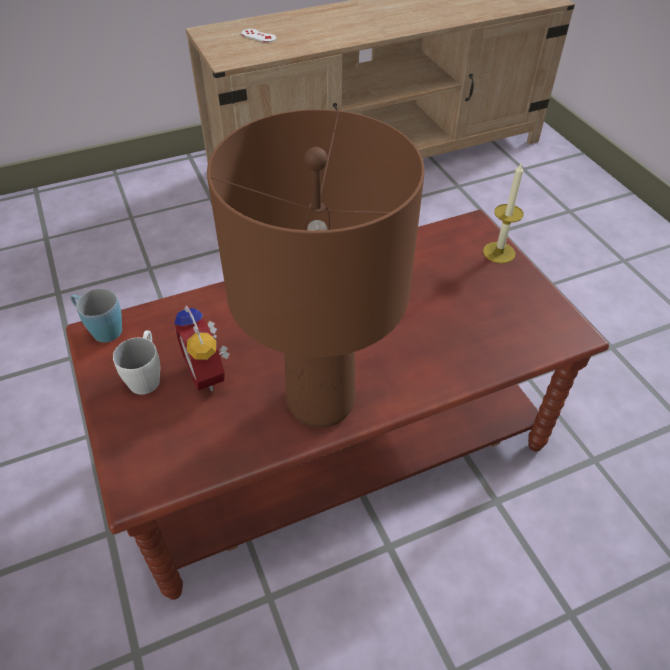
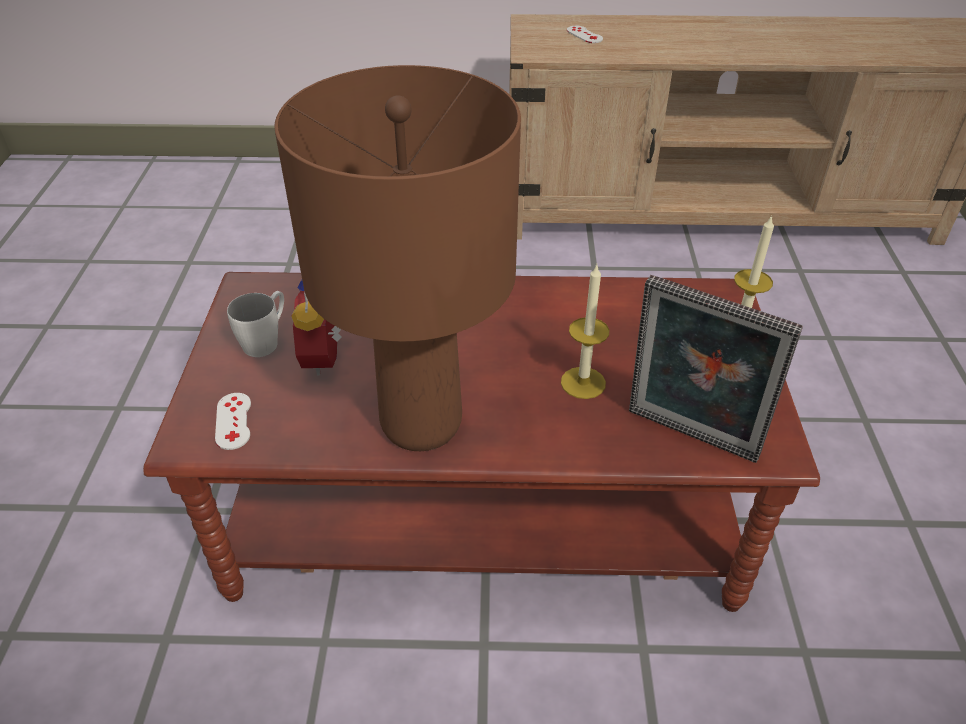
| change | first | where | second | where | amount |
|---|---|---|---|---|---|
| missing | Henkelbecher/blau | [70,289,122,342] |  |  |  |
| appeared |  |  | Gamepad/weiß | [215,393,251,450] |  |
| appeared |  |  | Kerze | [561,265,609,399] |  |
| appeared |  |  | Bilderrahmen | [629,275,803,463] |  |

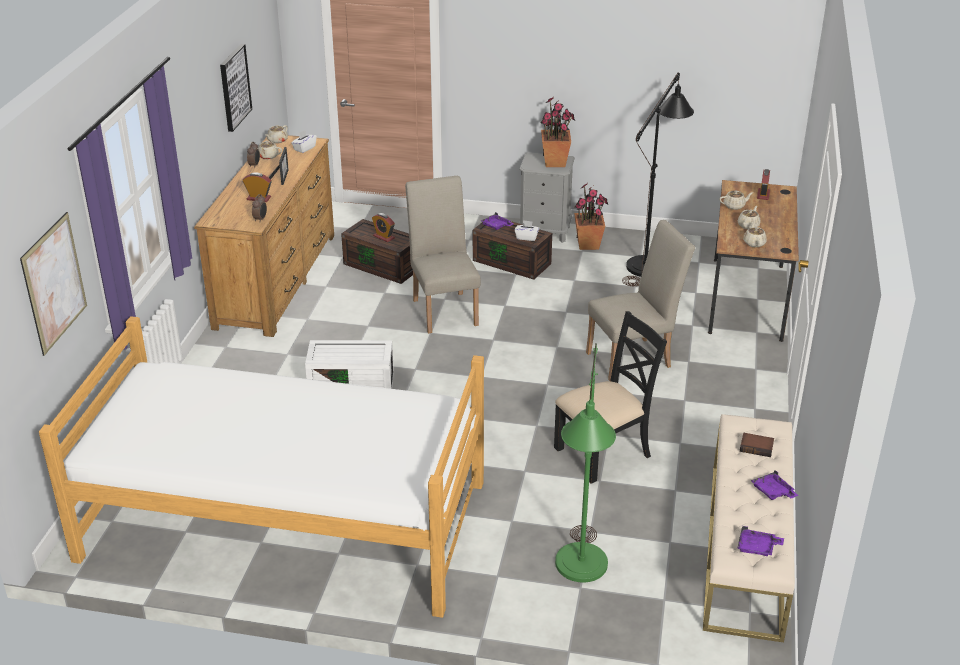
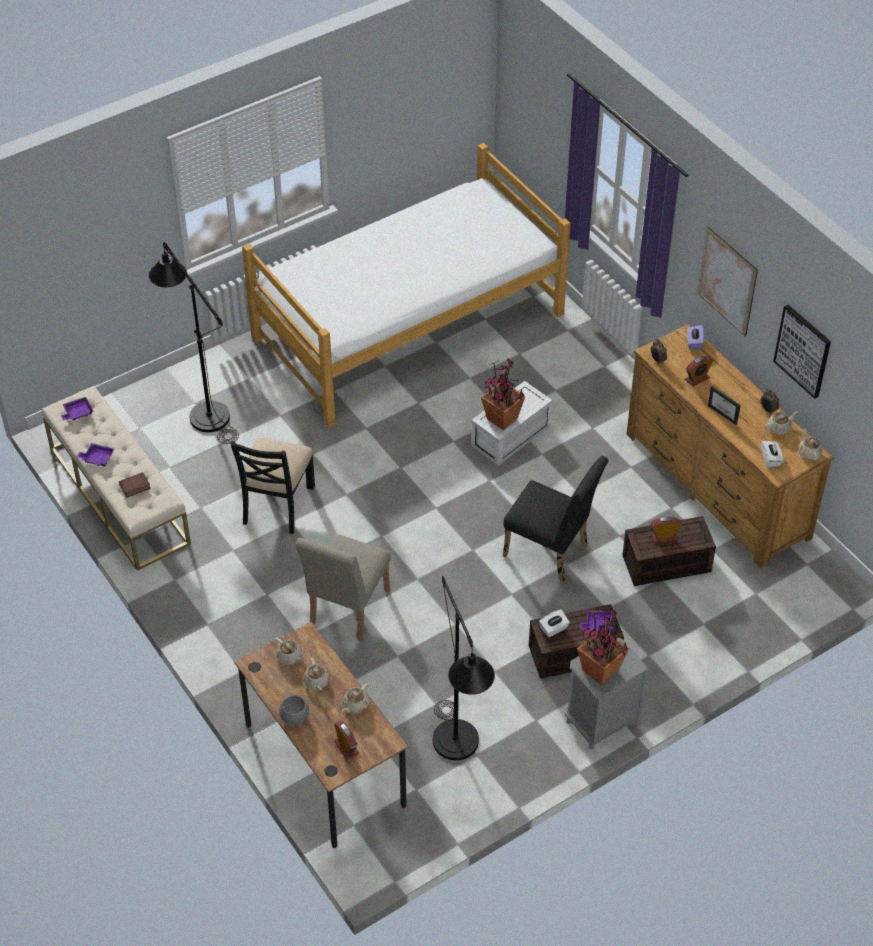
| change | first | where | second | where | amount |
|---|---|---|---|---|---|
| relocated | Bild | [20,212,87,356] |  | [697,227,758,337] |  |
| colour | Stuhl/beige | [405,175,481,334] | Stuhl/schwarz | [503,456,608,582] |  |
| colour | Stehlampe/grün | [555,343,616,582] | Stehlampe/schwarz | [149,242,239,444] |  |
| relocated | Topfpflanze | [574,183,608,250] |  | [481,359,526,430] |  |
| appeared |  |  | Schüssel/grau | [279,696,309,726] |  |
| appeared |  |  | Taschentuchbox/lila | [687,325,704,350] |  |

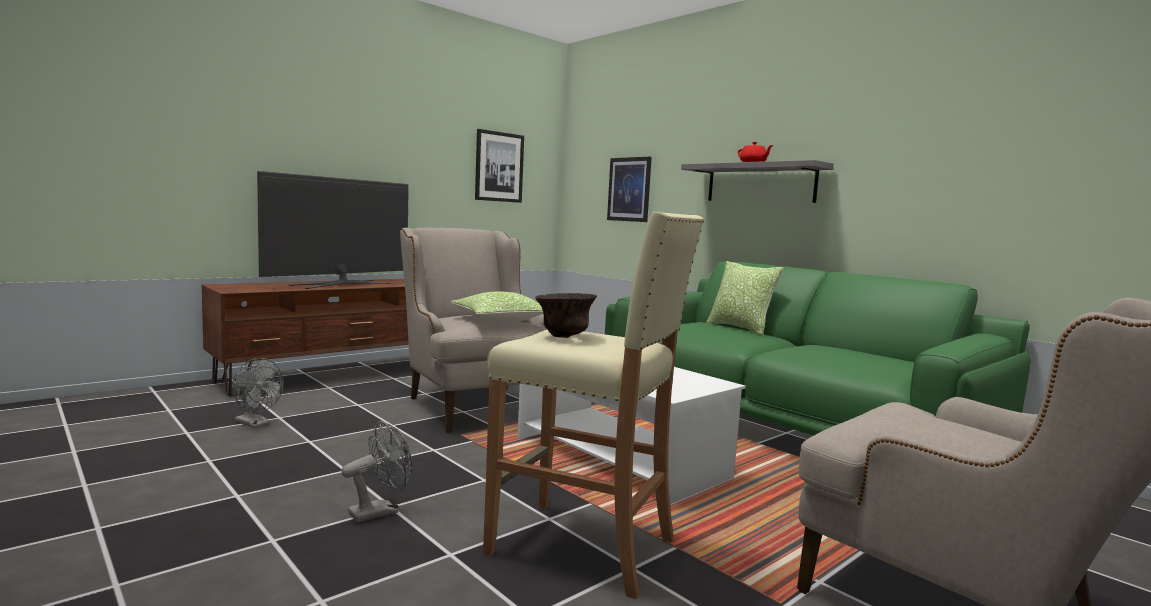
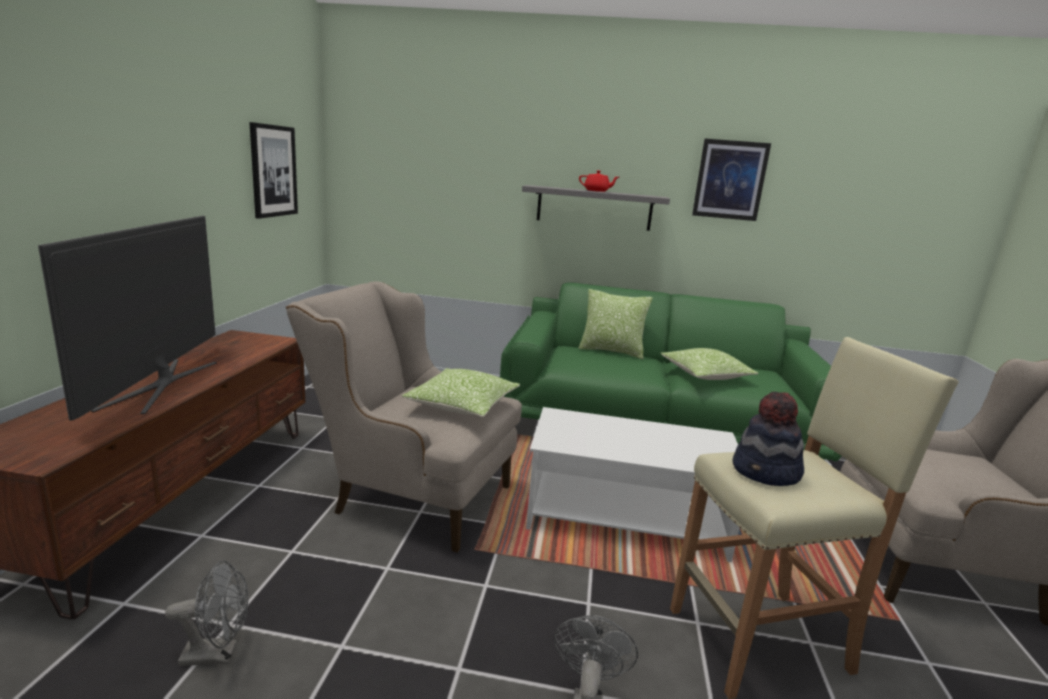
| change | first | where | second | where | amount |
|---|---|---|---|---|---|
| exchanged | Schüssel/braun | [535,293,597,338] | Hut | [733,392,804,486] |  |
| relocated | Bild | [607,157,652,222] |  | [692,139,771,221] |  |
| appeared |  |  | Kissen | [661,348,758,380] |  |

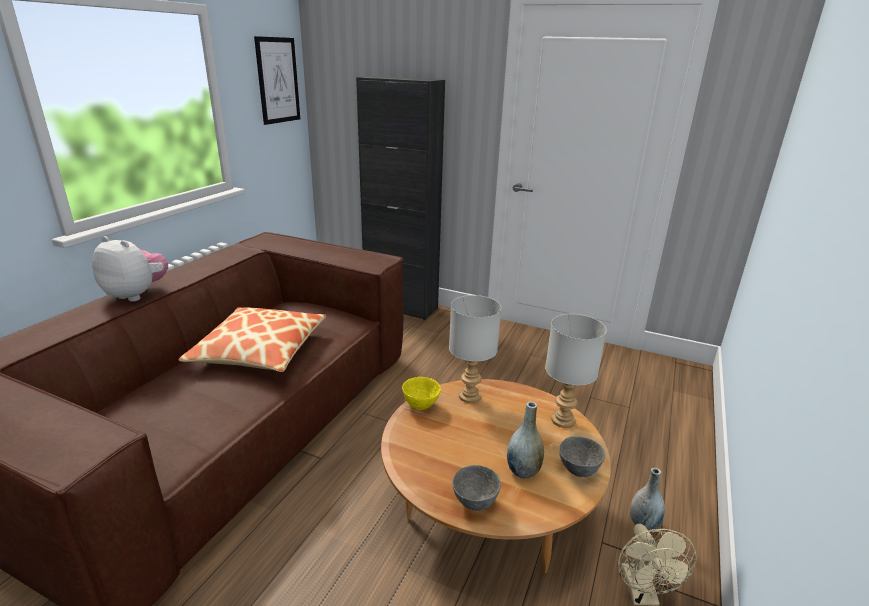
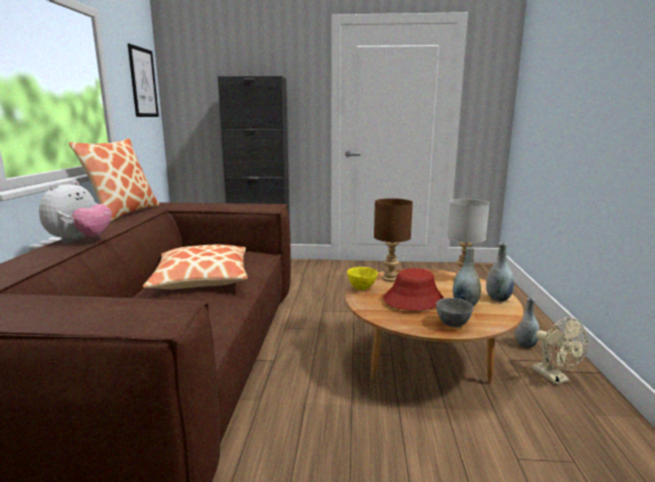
| change | first | where | second | where | amount |
|---|---|---|---|---|---|
| spun | Plüschtier | [92,236,168,302] |  | [39,180,112,243] | 105 degrees clockwise |
| colour | Tischlampe/grau | [449,295,501,403] | Tischlampe/braun | [374,198,413,282] |  |
| exchanged | Schüssel/grau | [559,436,605,477] | Vase/grau | [486,243,514,302] |  |
| appeared |  |  | Kissen | [69,138,160,222] |  |
| appeared |  |  | Hut/rot | [383,268,444,311] |  |

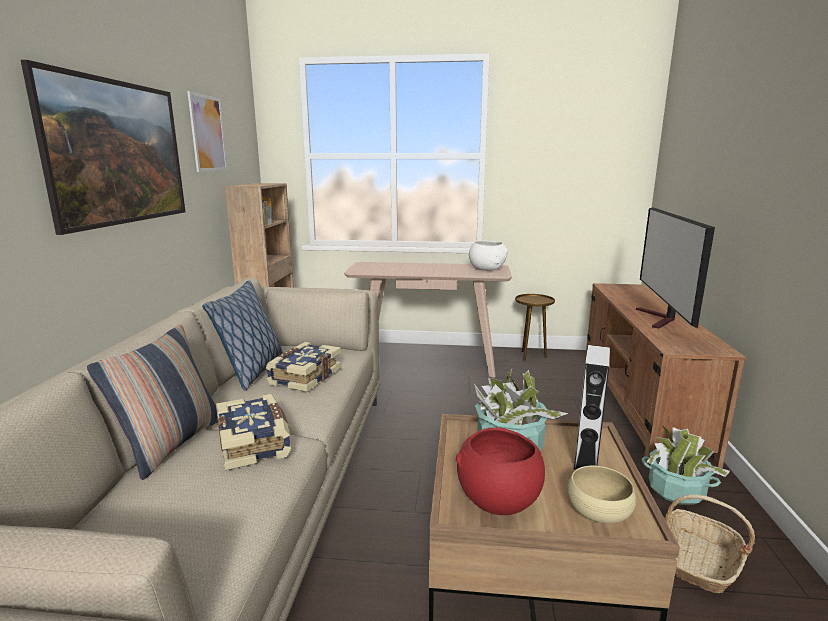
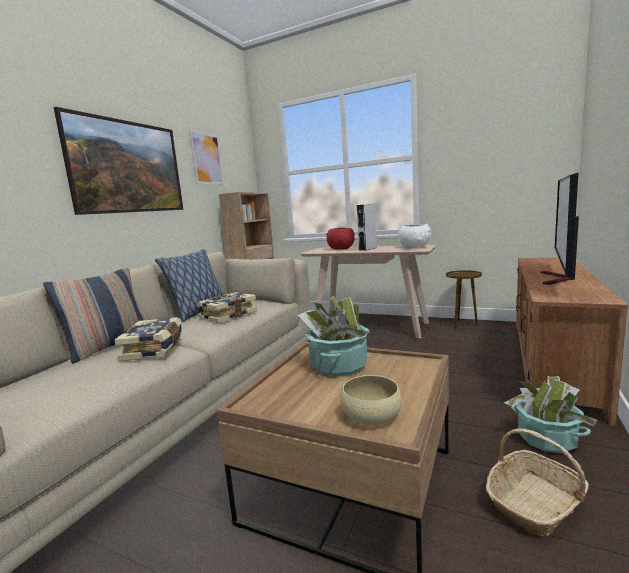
| change | first | where | second | where | amount |
|---|---|---|---|---|---|
| relocated | Schüssel/rot | [456,427,545,515] |  | [326,227,355,250] |  |
| relocated | Lautsprecher/grau | [574,345,610,470] |  | [357,204,377,251] |  |

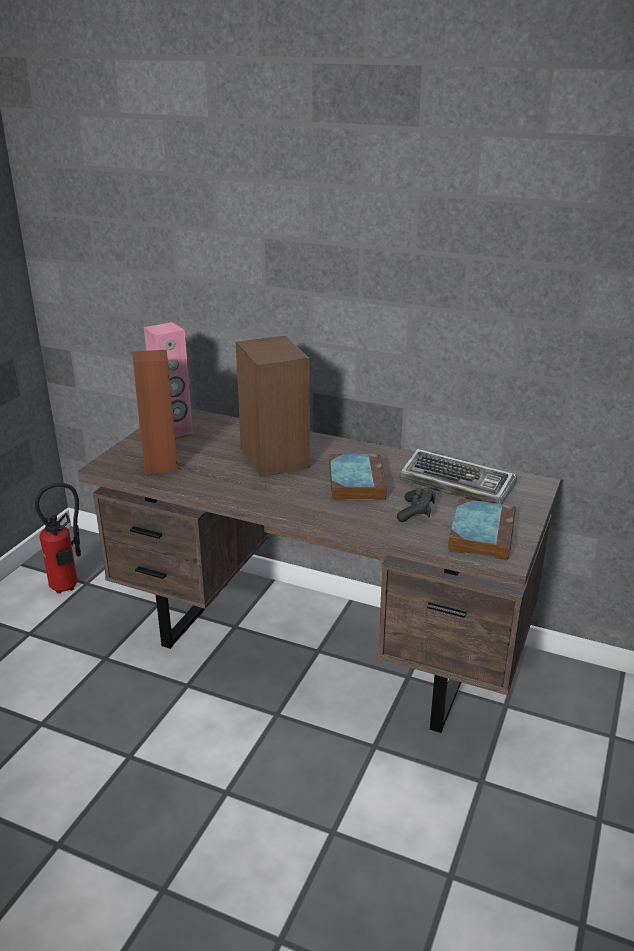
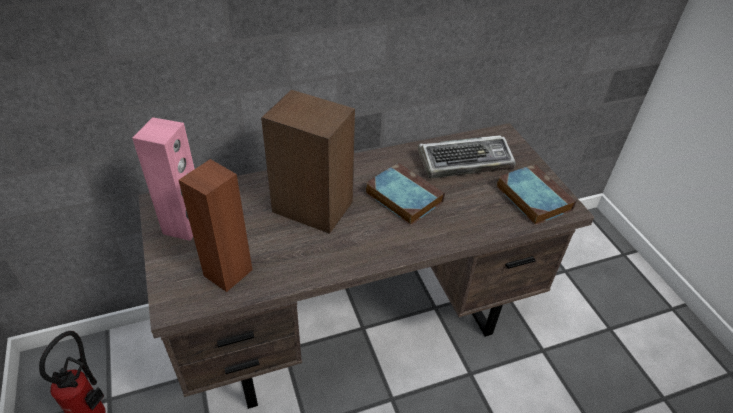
| change | first | where | second | where | amount |
|---|---|---|---|---|---|
| missing | Gamepad/schwarz | [397,488,436,522] |  |  |  |

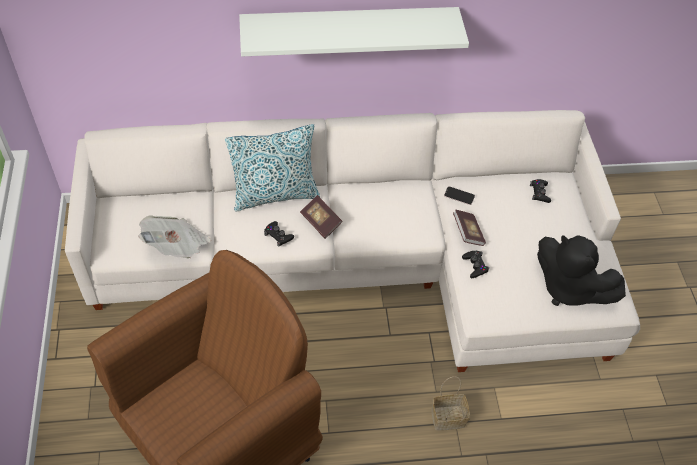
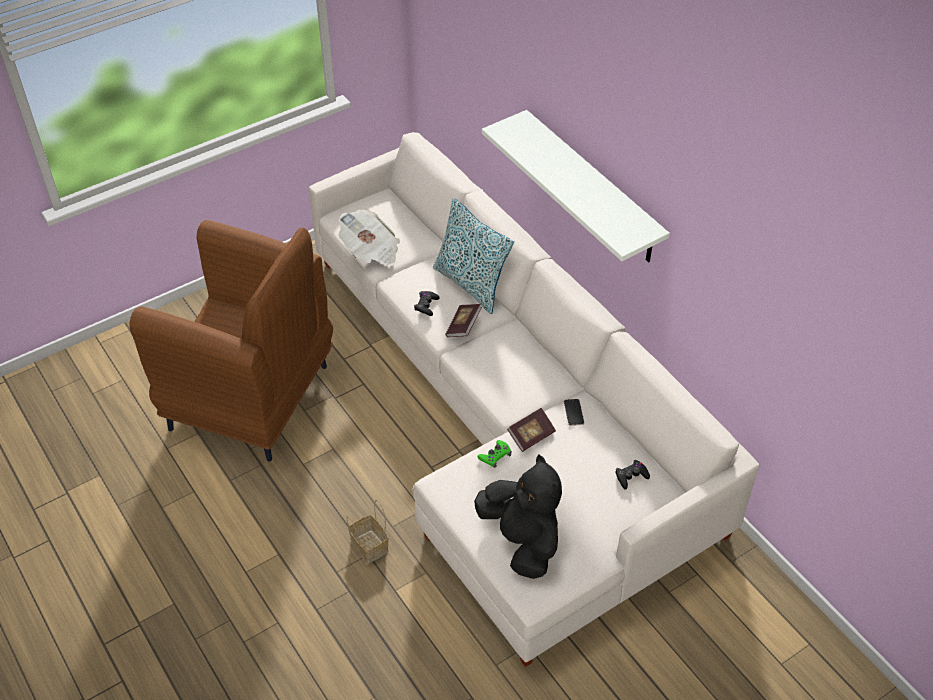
| change | first | where | second | where | amount |
|---|---|---|---|---|---|
| colour | Gamepad/schwarz | [462,251,489,278] | Gamepad/grün | [478,440,512,468] |  |
| spun | Plüschtier/schwarz | [537,235,626,306] |  | [474,455,562,579] | 135 degrees clockwise |

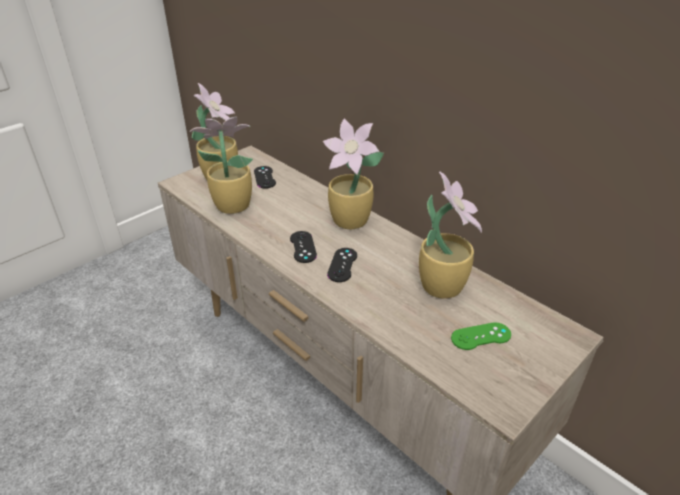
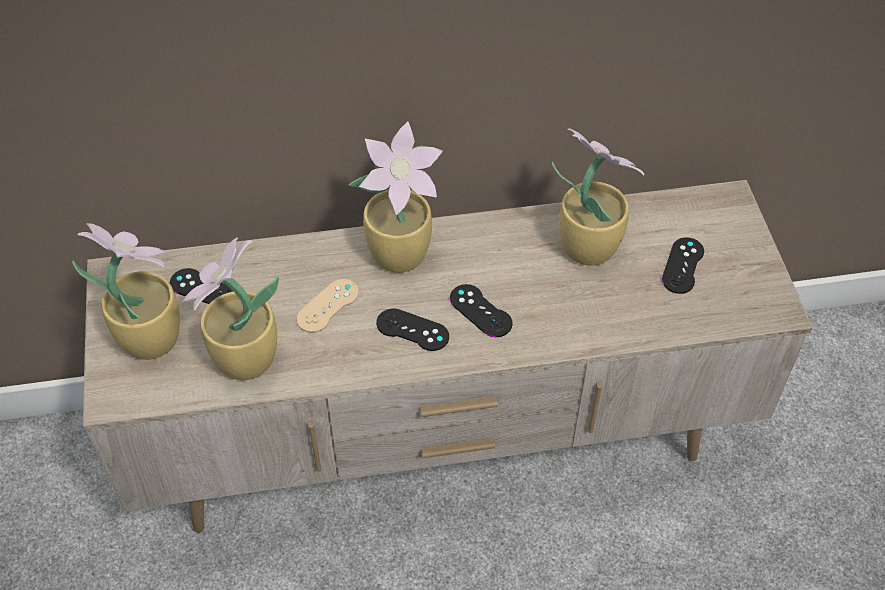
| change | first | where | second | where | amount |
|---|---|---|---|---|---|
| colour | Gamepad/grün | [451,322,511,350] | Gamepad/schwarz | [662,237,704,294] |  |
| appeared |  |  | Gamepad/beige | [296,279,359,333] |  |

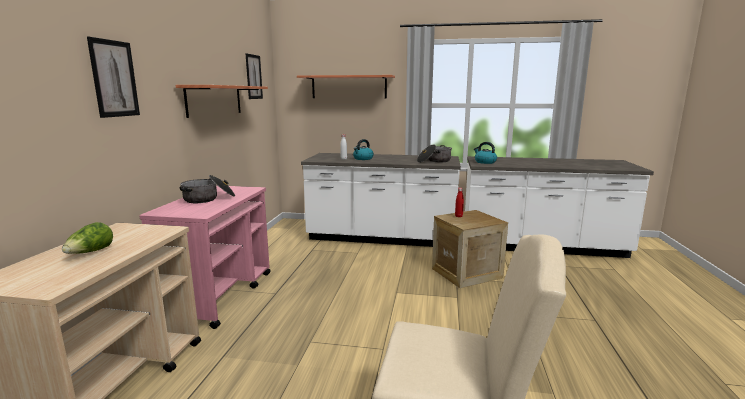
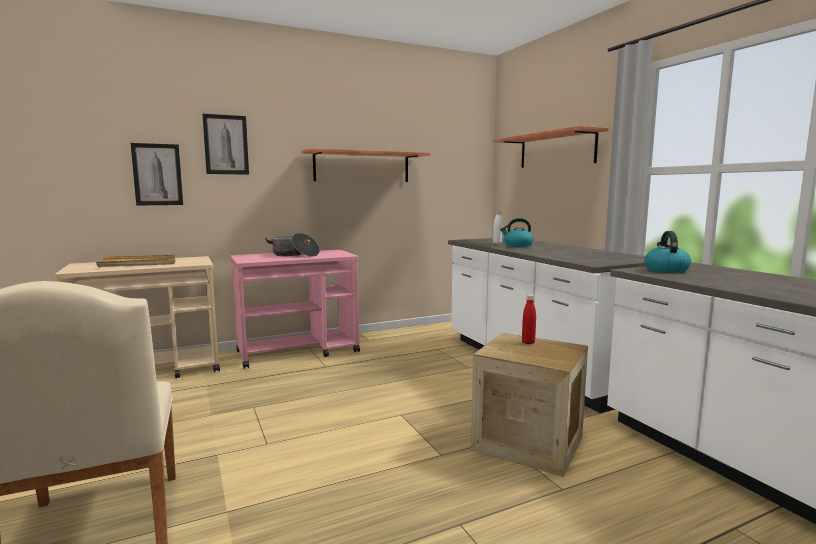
| change | first | where | second | where | amount |
|---|---|---|---|---|---|
| exchanged | Salatkopf | [62,222,113,254] | Tablett/beige | [96,255,175,267] |  |
| relocated | Bild | [245,53,263,99] |  | [131,143,183,206] |  |
| missing | Kochtopf | [417,144,452,163] |  |  |  |

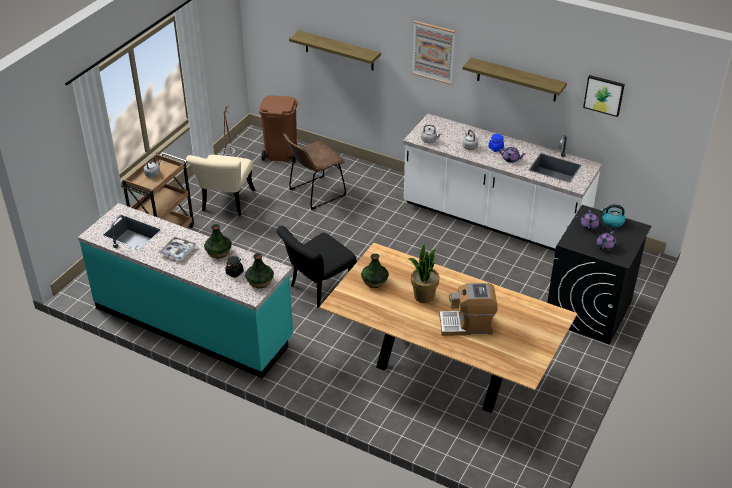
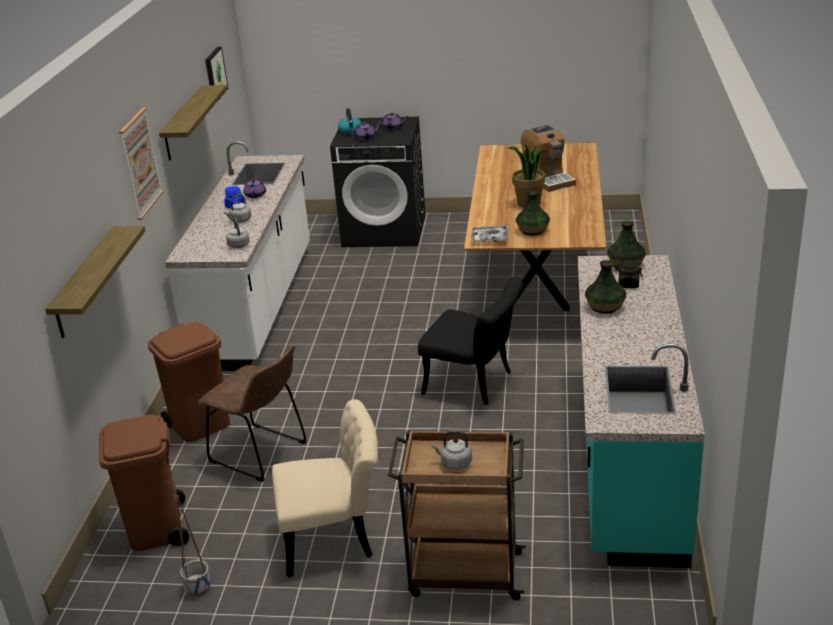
| change | first | where | second | where | amount |
|---|---|---|---|---|---|
| relocated | Tablett | [159,236,197,261] |  | [472,226,508,242] |  |
| appeared |  |  | Mülleimer/braun | [148,322,230,442] |  |

